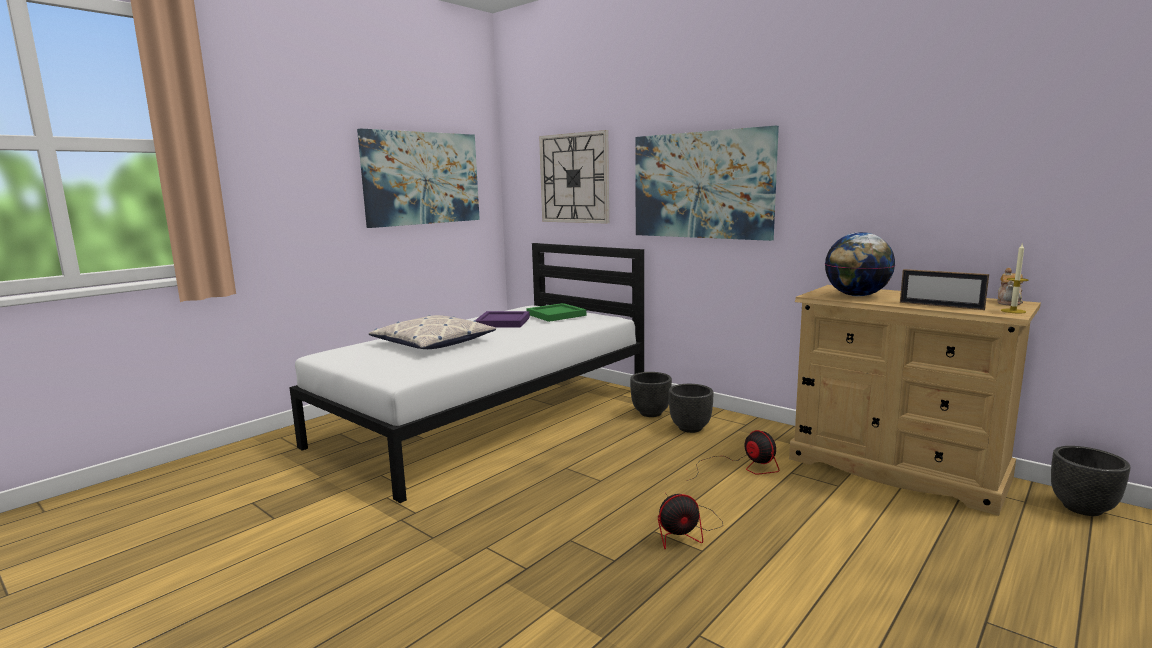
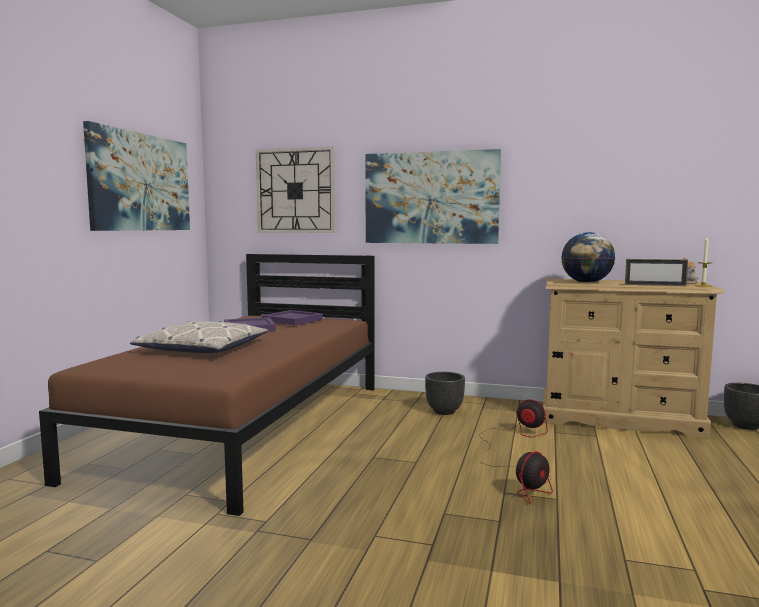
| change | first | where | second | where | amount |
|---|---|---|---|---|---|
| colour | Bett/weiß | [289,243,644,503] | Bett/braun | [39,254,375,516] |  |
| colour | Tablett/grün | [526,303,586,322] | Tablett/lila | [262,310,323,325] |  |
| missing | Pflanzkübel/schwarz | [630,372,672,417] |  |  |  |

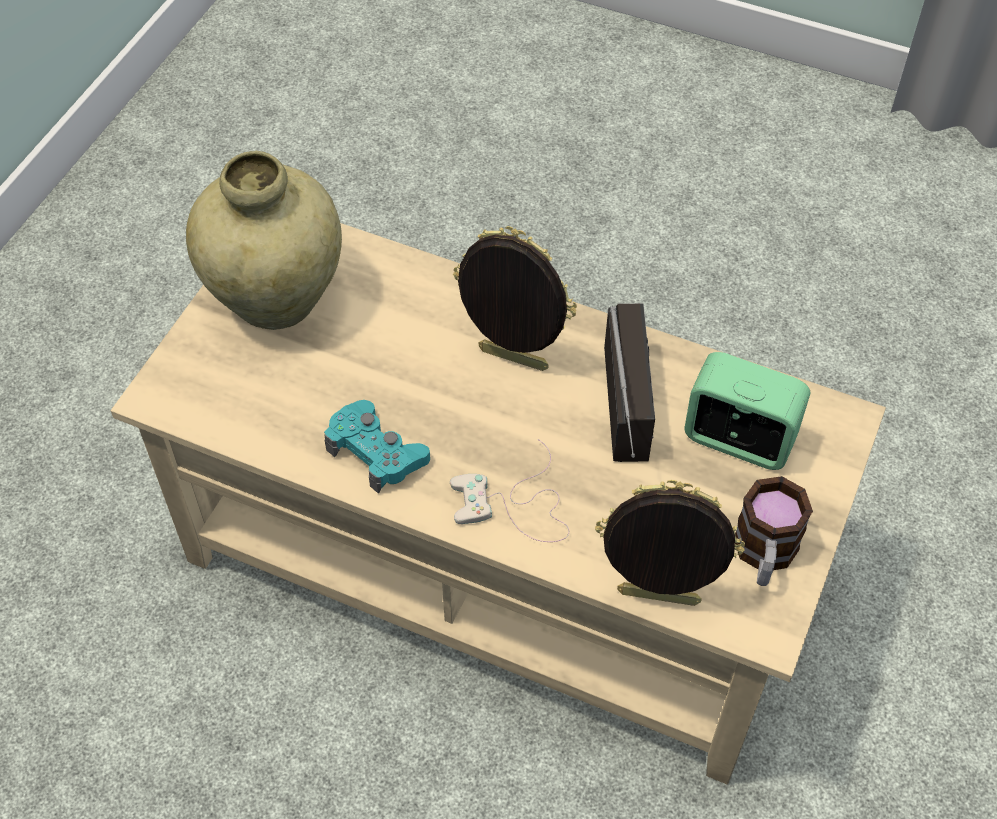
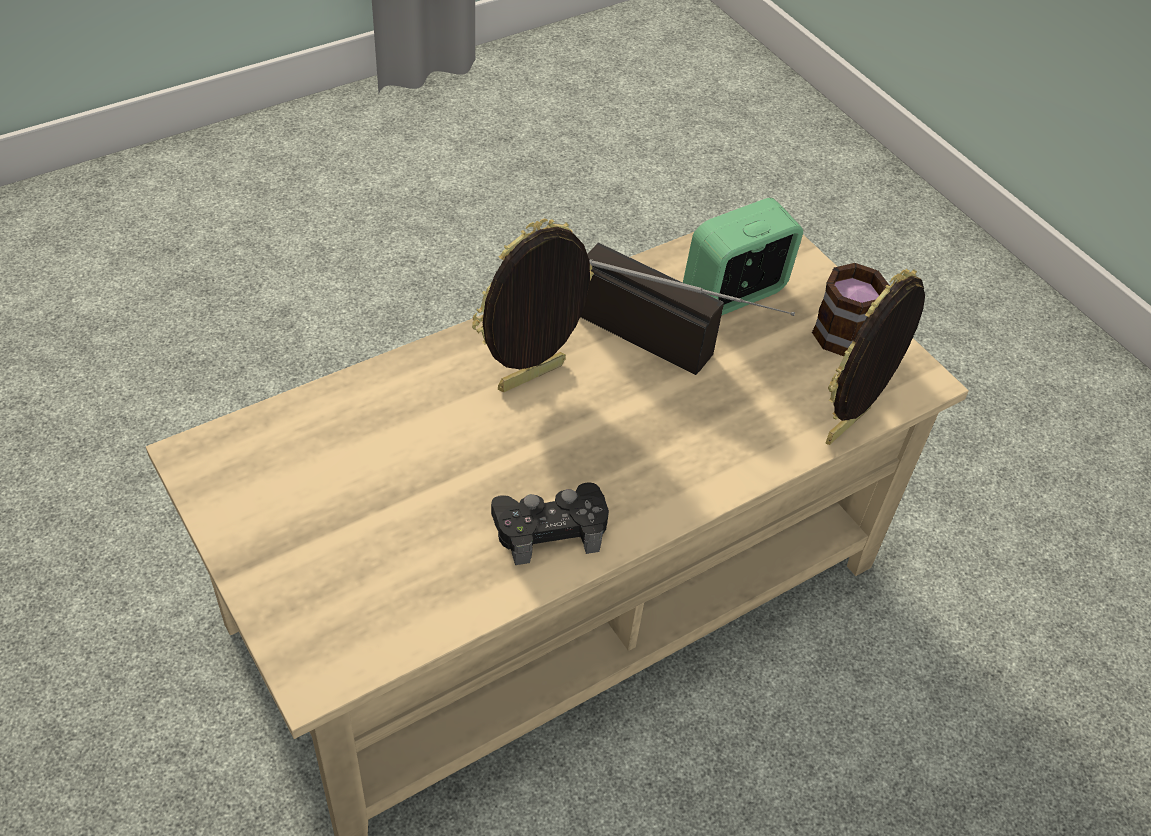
| change | first | where | second | where | amount |
|---|---|---|---|---|---|
| missing | Vase/beige | [186,151,342,330] |  |  |  |
| colour | Gamepad/türkis | [324,400,430,494] | Gamepad/schwarz | [491,482,609,565] |  |
| missing | Gamepad/weiß | [450,439,569,542] |  |  |  |

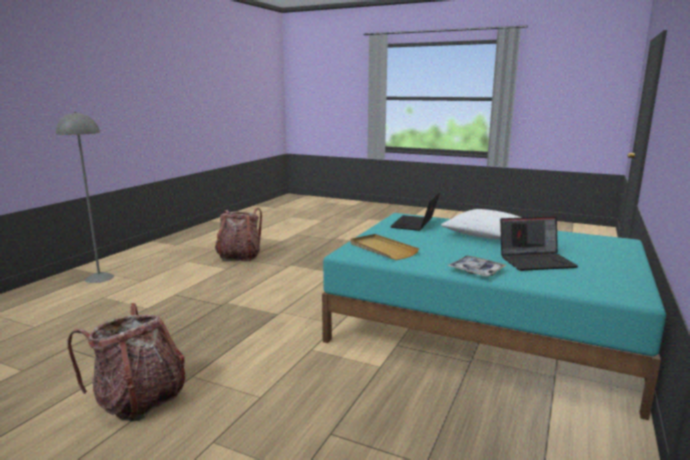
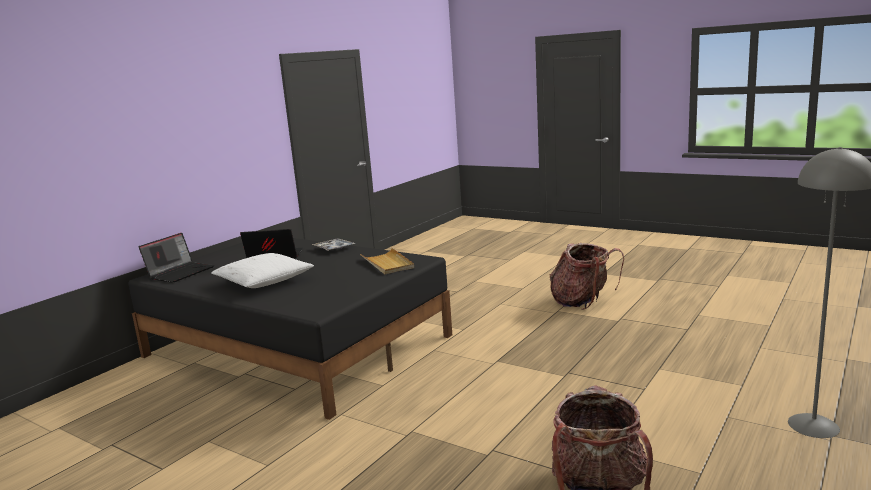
| change | first | where | second | where | amount |
|---|---|---|---|---|---|
| colour | Bett/türkis | [322,213,666,420] | Bett/schwarz | [128,238,452,420] |  |
| relocated | Laptop | [390,191,441,231] |  | [139,233,214,283] |  |

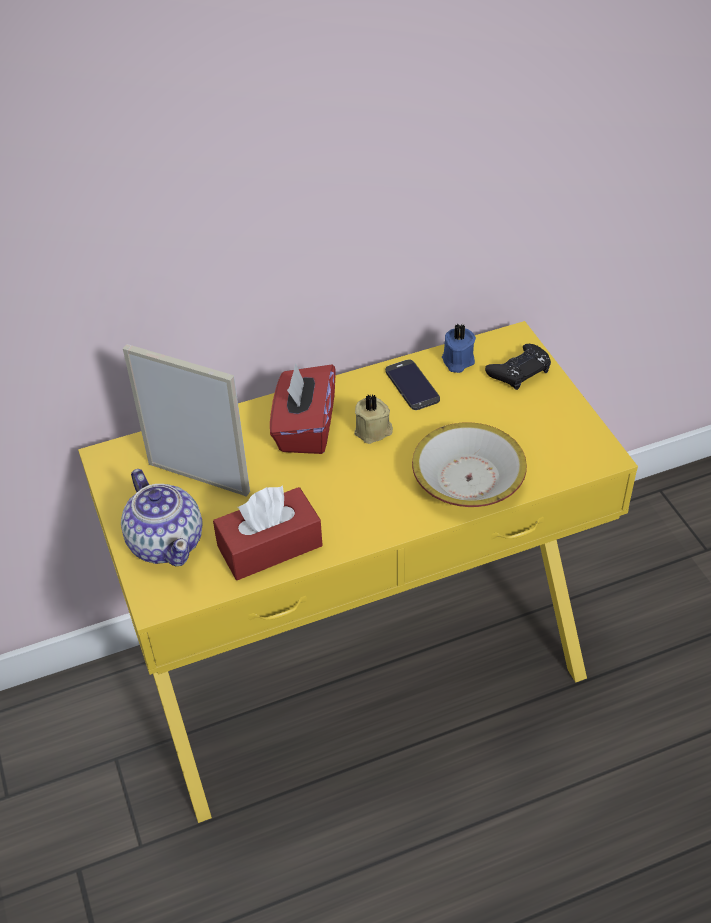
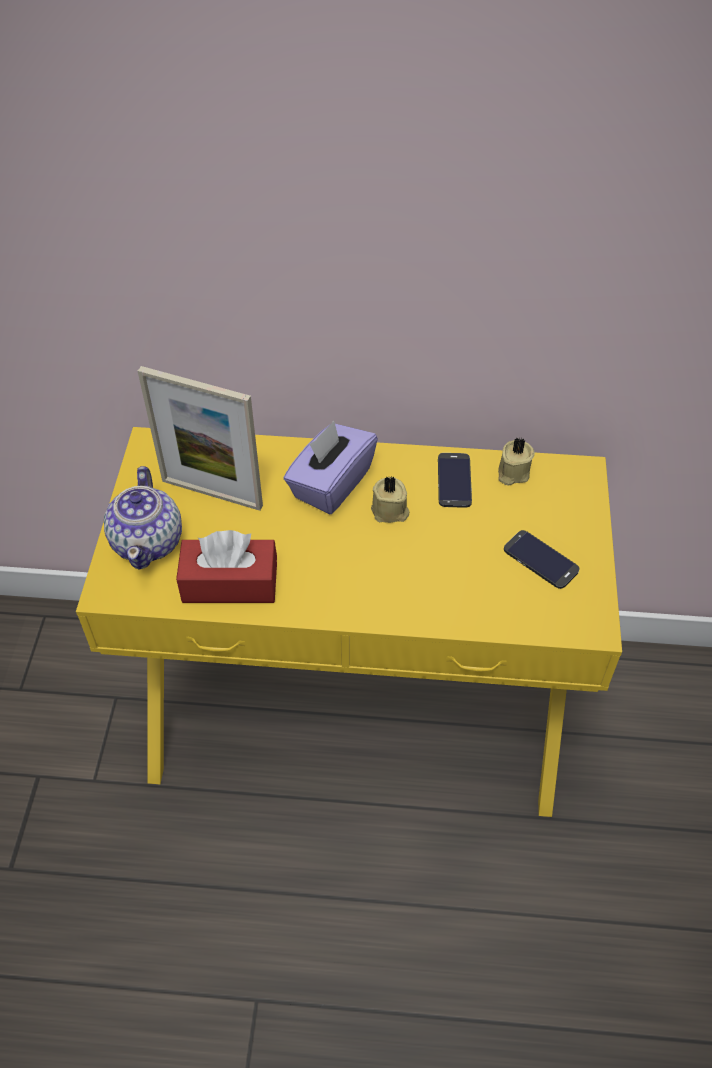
| change | first | where | second | where | amount |
|---|---|---|---|---|---|
| spun | Bilderrahmen | [123,344,250,497] |  | [138,366,263,511] | 150 degrees clockwise |
| colour | Taschentuchbox/rot | [270,363,336,454] | Taschentuchbox/lila | [283,421,378,514] |  |
| missing | Schüssel | [412,422,527,507] |  |  |  |
| colour | Kerze/blau | [442,324,476,373] | Kerze/beige | [498,437,535,486] |  |
| missing | Gamepad/schwarz | [485,344,551,390] |  |  |  |
| appeared |  |  | Handy | [504,530,579,589] |  |

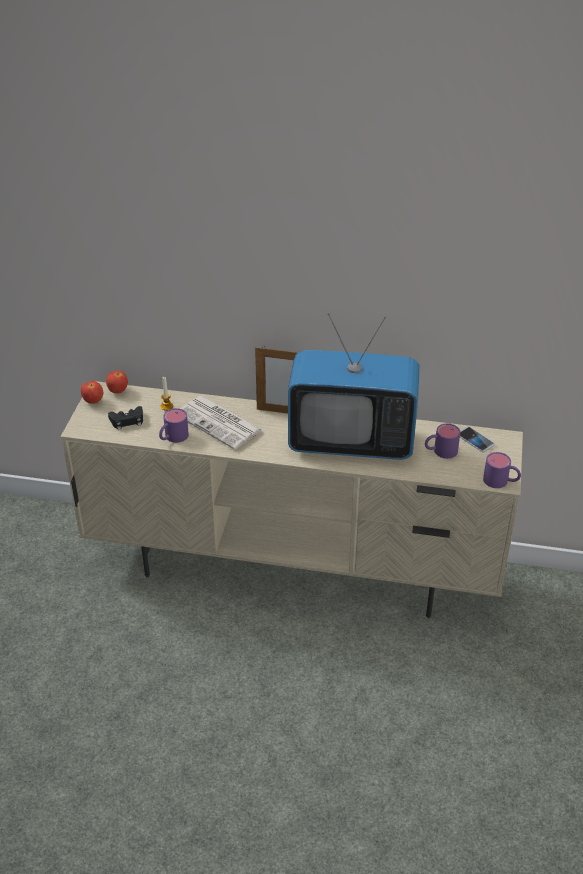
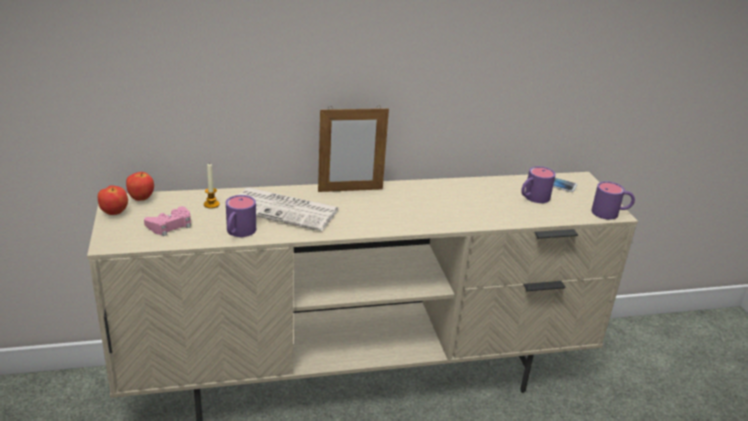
| change | first | where | second | where | amount |
|---|---|---|---|---|---|
| colour | Gamepad/schwarz | [108,406,143,430] | Gamepad/rosa | [144,206,191,236] |  |
| missing | Fernseher | [288,313,420,460] |  |  |  |

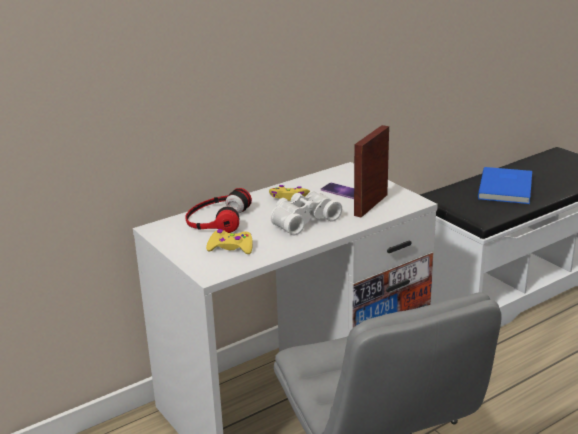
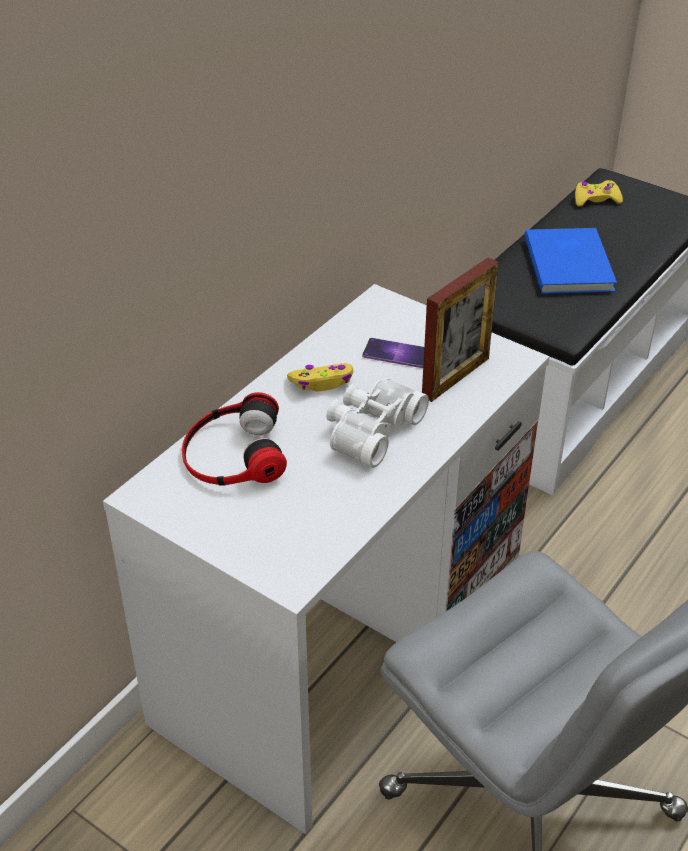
| change | first | where | second | where | amount |
|---|---|---|---|---|---|
| relocated | Gamepad/gelb | [206,229,253,254] |  | [575,180,623,207] |  |
| spun | Bilderrahmen | [354,125,389,218] |  | [422,257,499,402] | 150 degrees counterclockwise |

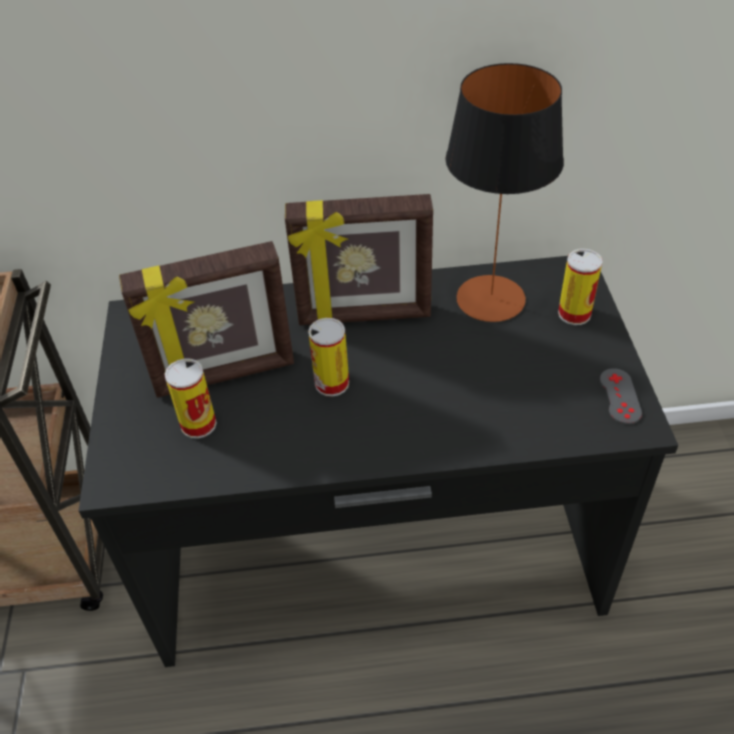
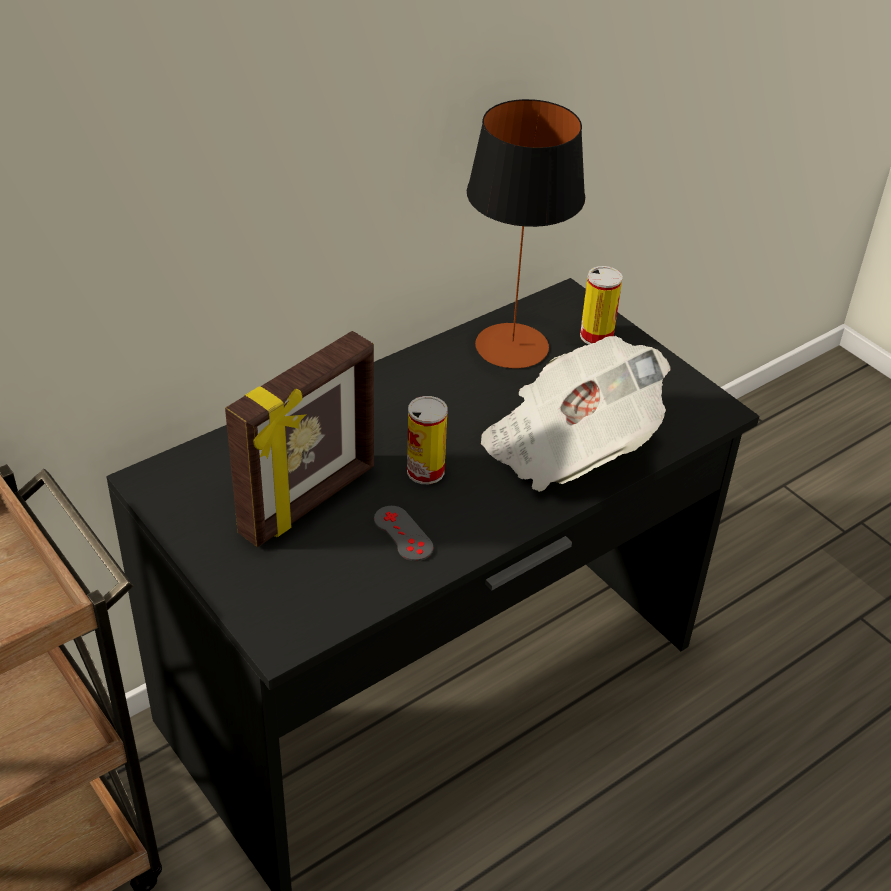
| change | first | where | second | where | amount |
|---|---|---|---|---|---|
| missing | Dose | [165,358,217,439] |  |  |  |
| missing | Bilderrahmen | [285,194,433,325] |  |  |  |
| relocated | Gamepad/grau | [600,368,642,424] |  | [374,506,434,561] |  |
| appeared |  |  | Zeitung | [481,336,671,492] |  |

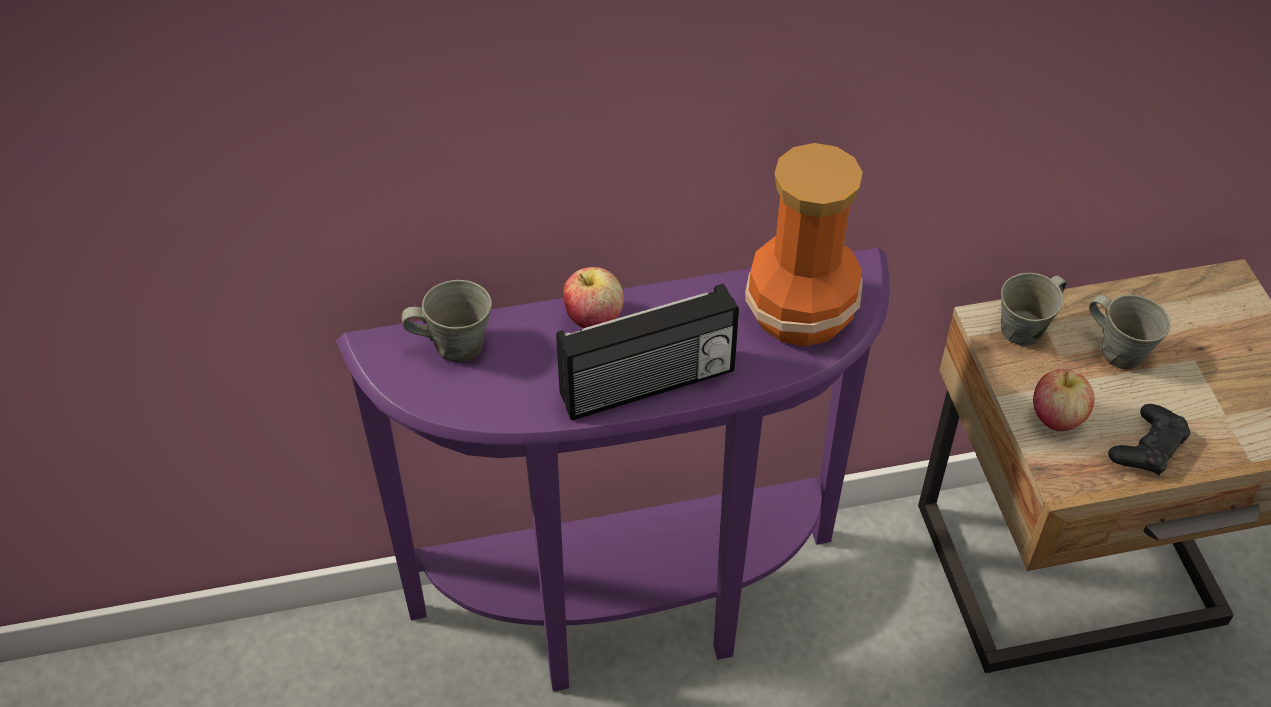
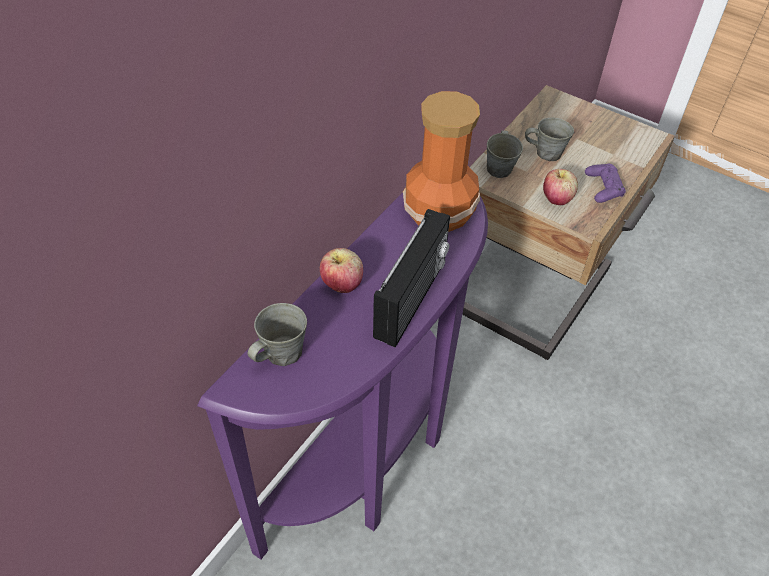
| change | first | where | second | where | amount |
|---|---|---|---|---|---|
| colour | Gamepad/schwarz | [1108,404,1191,476] | Gamepad/lila | [585,163,626,203] |  |

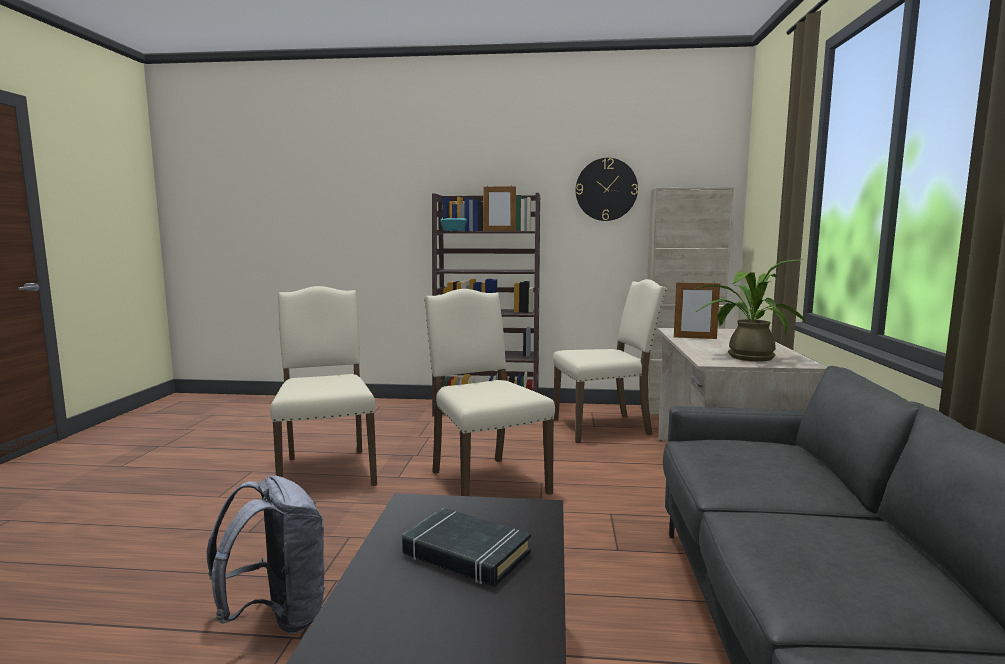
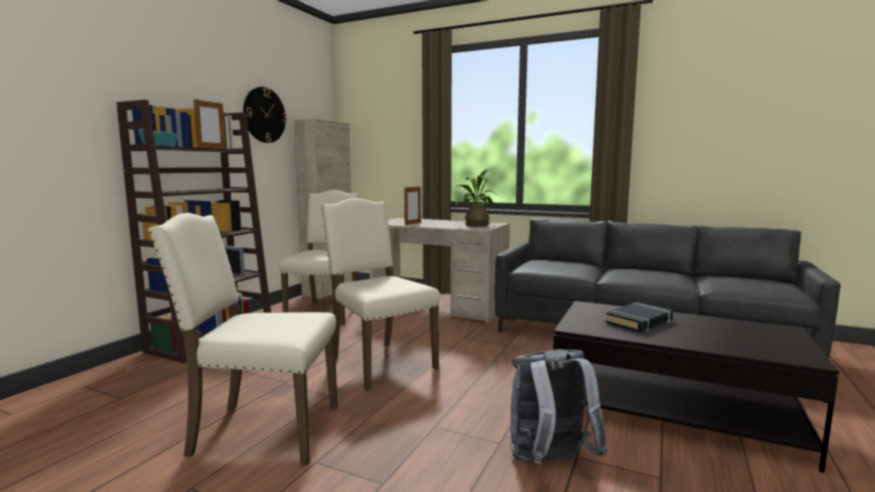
| change | first | where | second | where | amount |
|---|---|---|---|---|---|
| spun | Stuhl/beige | [424,289,555,496] |  | [321,198,440,391] | 60 degrees clockwise |

